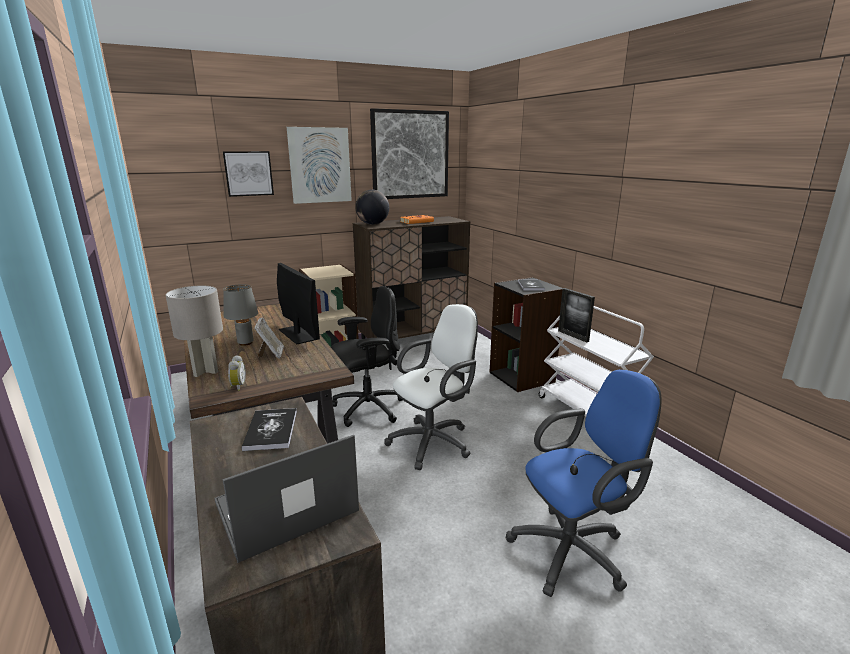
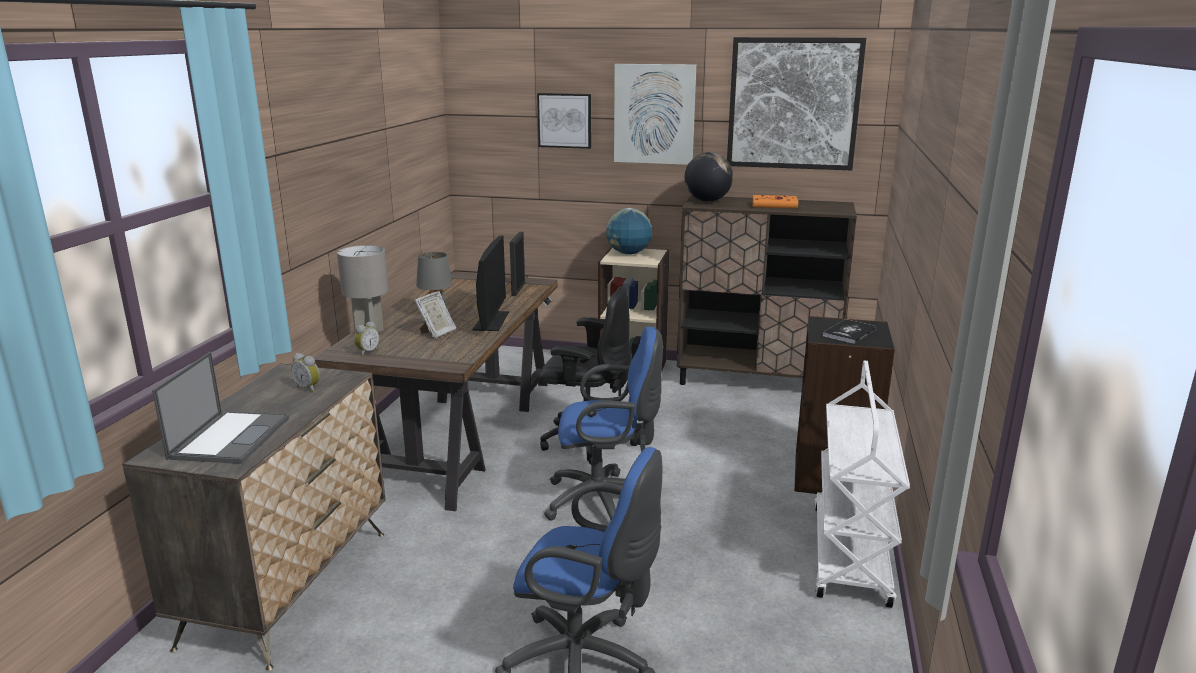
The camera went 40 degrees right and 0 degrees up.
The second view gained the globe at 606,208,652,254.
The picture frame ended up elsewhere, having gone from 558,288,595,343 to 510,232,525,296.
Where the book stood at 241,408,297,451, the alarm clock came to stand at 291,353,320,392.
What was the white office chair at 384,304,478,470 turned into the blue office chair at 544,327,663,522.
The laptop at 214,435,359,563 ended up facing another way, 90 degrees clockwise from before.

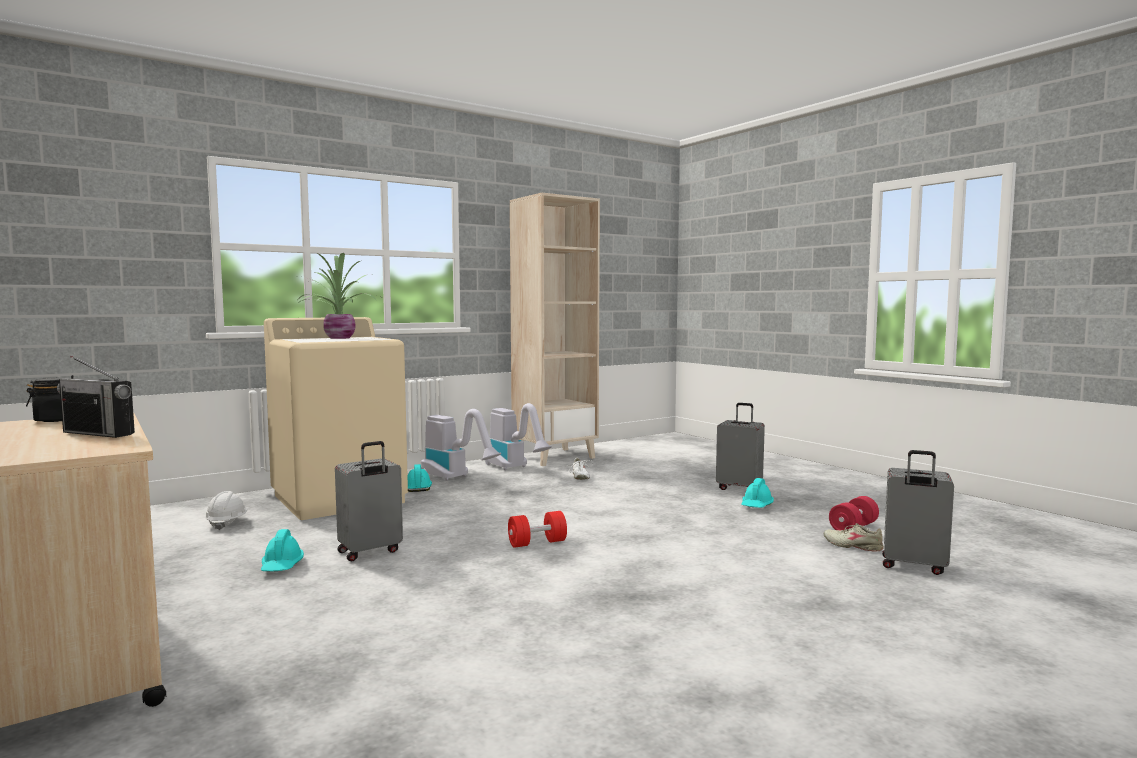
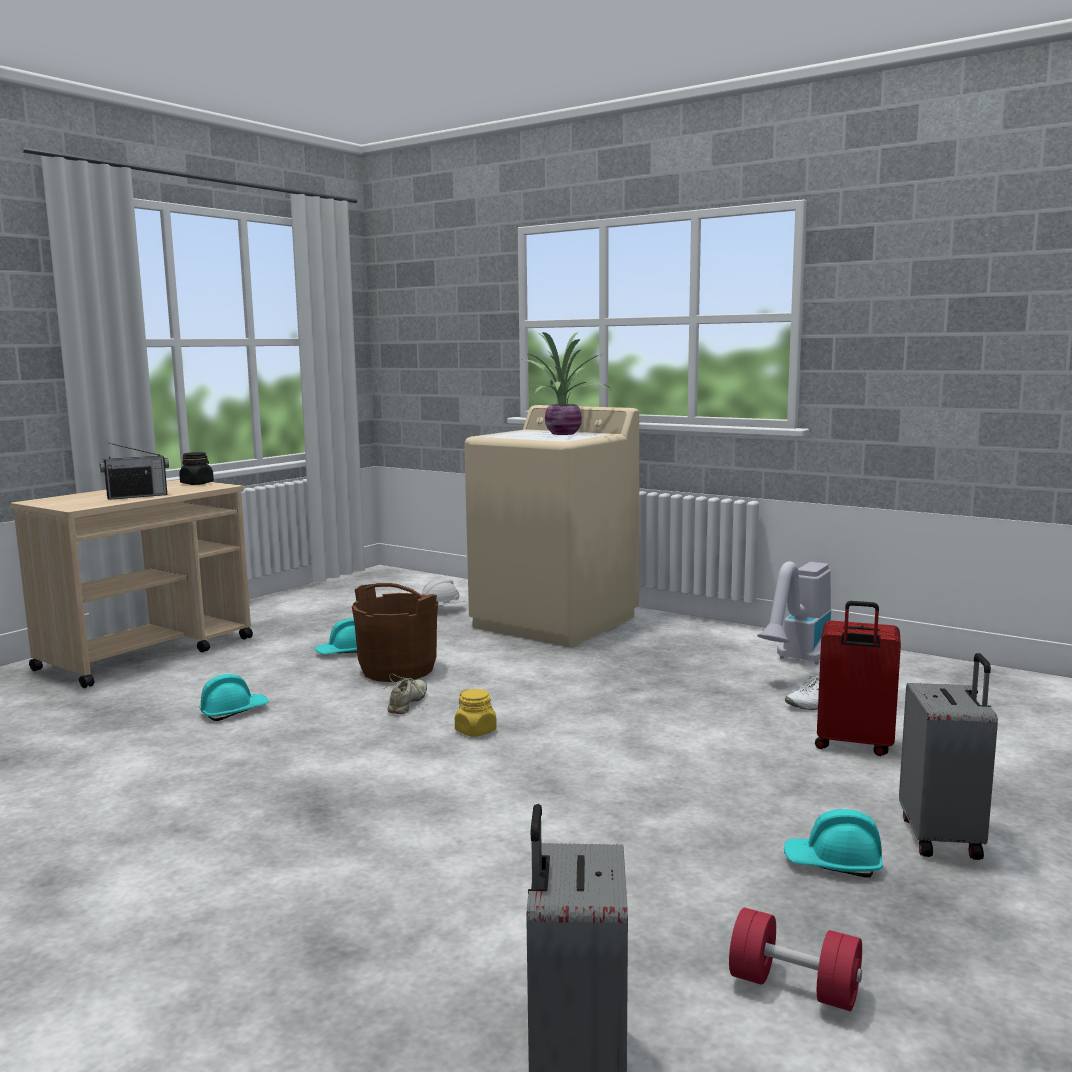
The camera went 70 degrees right and 5 degrees up.
The second view lost the vacuum cleaner at 421,409,501,481.
The second view lost the beige bookcase at 510,193,600,466.
The second view gained the red suitcase at 815,601,901,756.
The turquoise hard hat ended up elsewhere, having gone from 407,464,432,492 to 199,674,269,721.
The beige shoe ended up elsewhere, having gone from 824,523,884,551 to 383,673,427,714.
Where the grey suitcase stood at 335,441,403,561, the brown bucket came to stand at 352,583,438,682.
Where the red dumbbell stood at 508,511,567,548, the yellow jar came to stand at 455,689,497,737.
The radio at 57,356,135,438 ended up facing another way, 120 degrees counterclockwise from before.

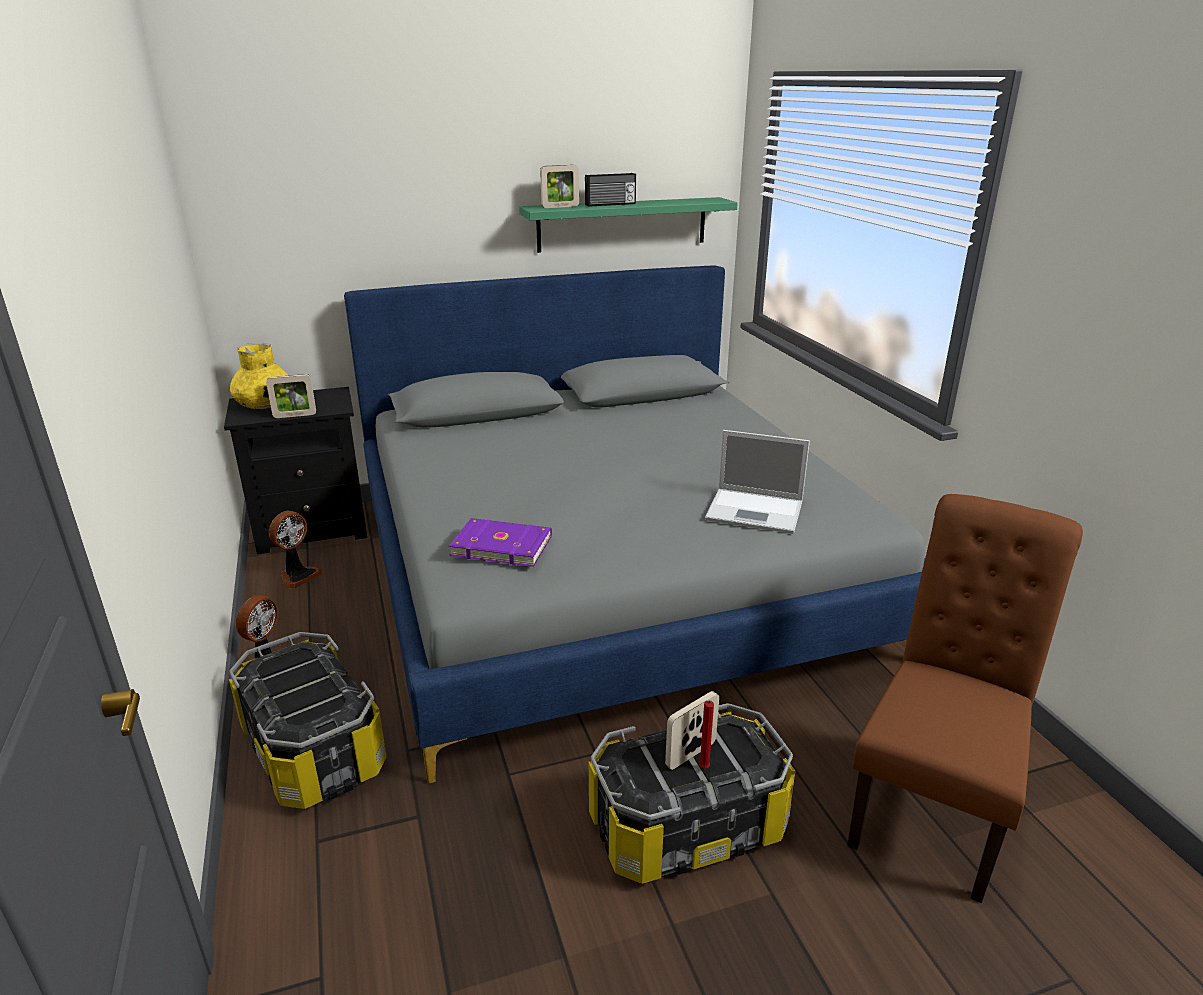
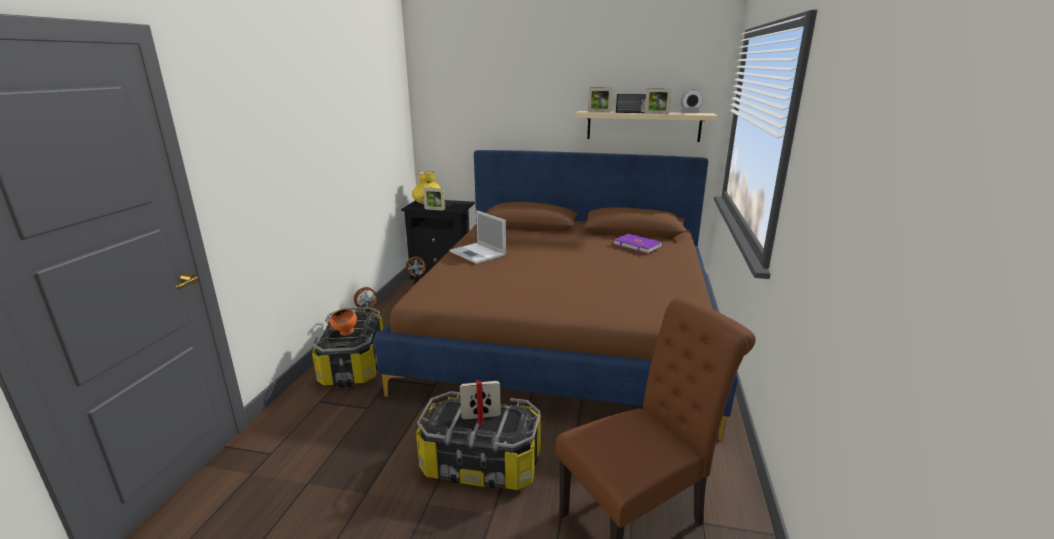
The camera went 30 degrees right and 5 degrees down.
The second view gained the orange bowl at 330,309,357,336.
The second view gained the picture frame at 645,88,671,114.
The second view gained the alarm clock at 681,89,703,113.
The purple book ended up elsewhere, having gone from 449,518,552,567 to 613,234,663,254.
The laptop ended up elsewhere, having gone from 705,430,810,534 to 449,210,506,264.
What was the grey bed at 344,266,925,784 turned into the brown bed at 374,150,738,441.
What was the green shelf at 519,197,738,253 turned into the beige shelf at 575,111,718,142.

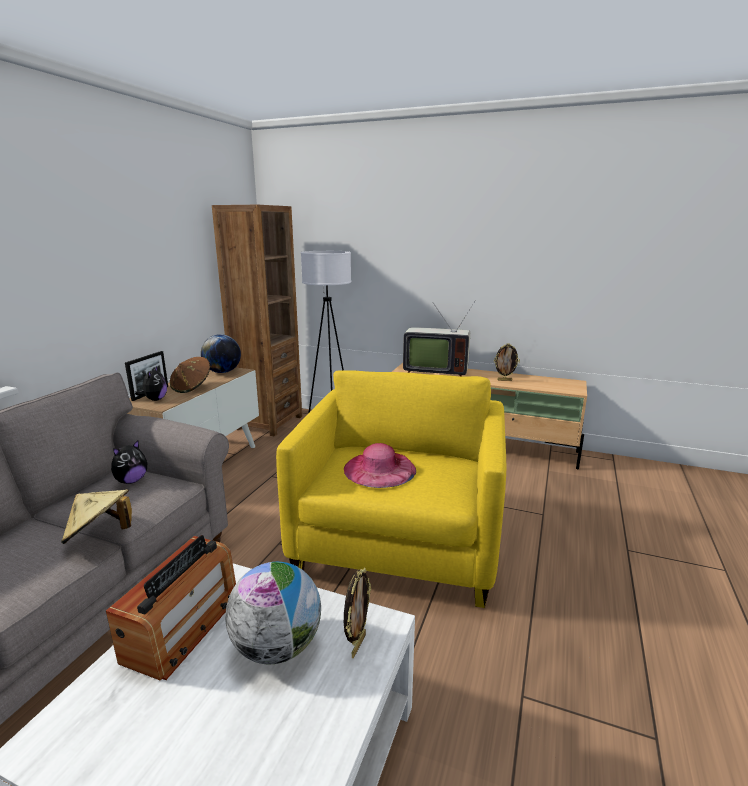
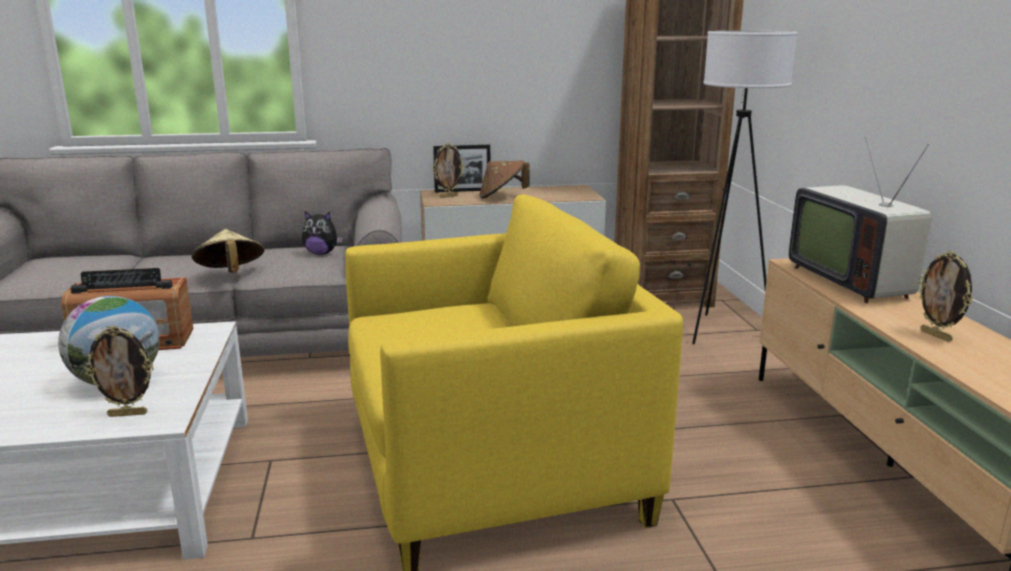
The camera went 60 degrees right and 0 degrees up.
The second view lost the globe at 201,334,241,373.
The second view lost the pink hat at 344,443,416,488.
Where the plush toy stood at 135,366,167,401, the picture frame came to stand at 432,143,465,198.

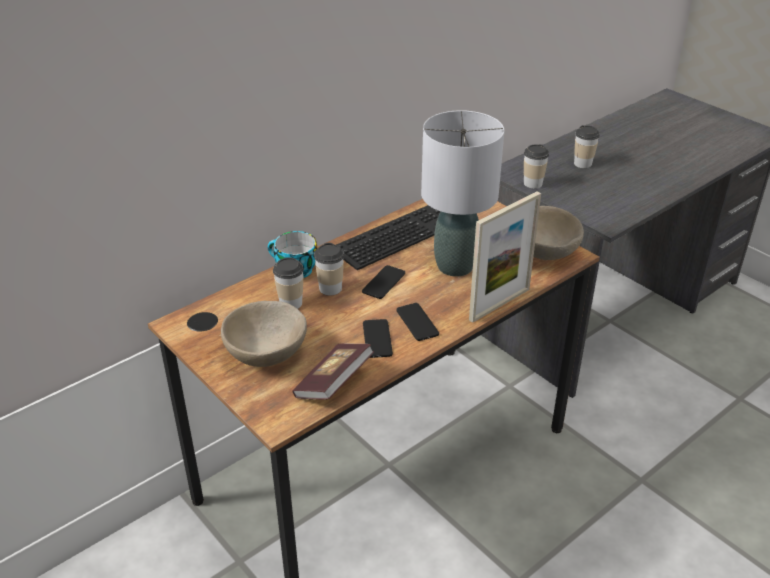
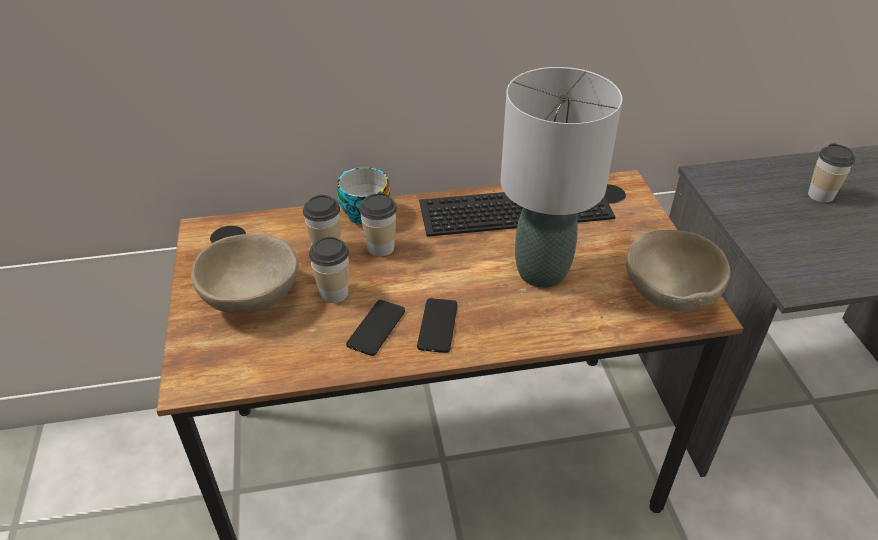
The camera went 30 degrees right and 5 degrees up.
The second view lost the book at 292,343,375,400.
The second view lost the phone at 362,265,405,299.
The second view lost the picture frame at 469,191,541,323.
The cup ended up elsewhere, having gone from 524,144,549,189 to 309,236,349,303.

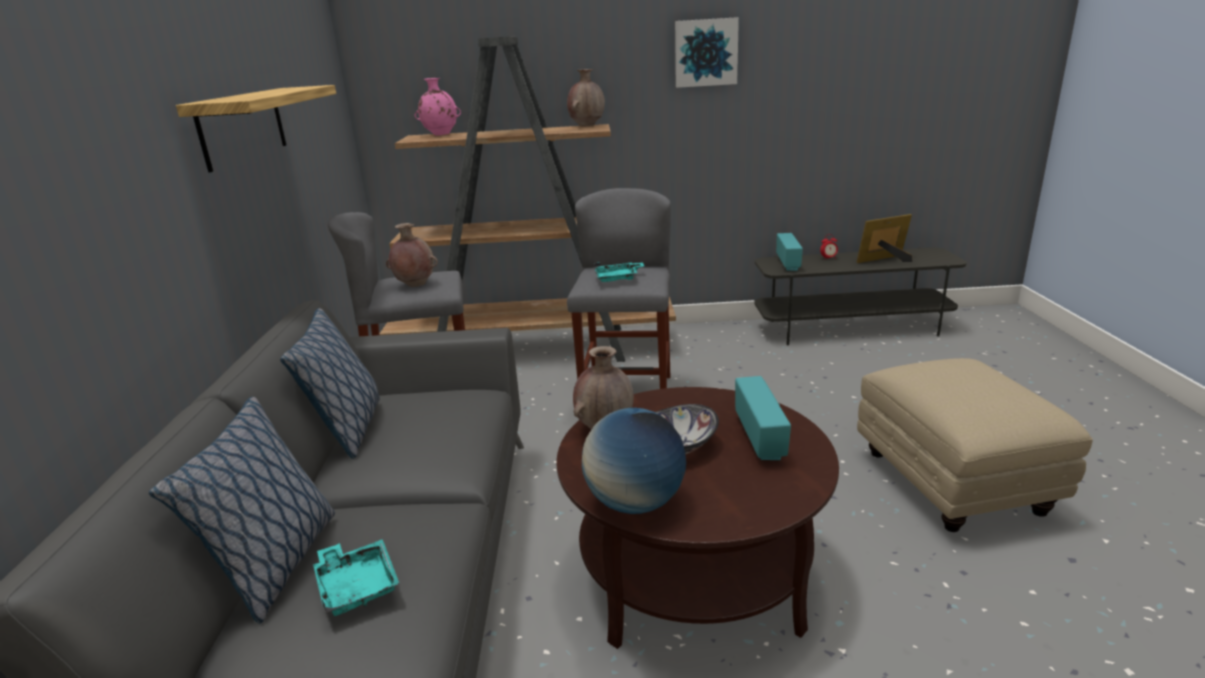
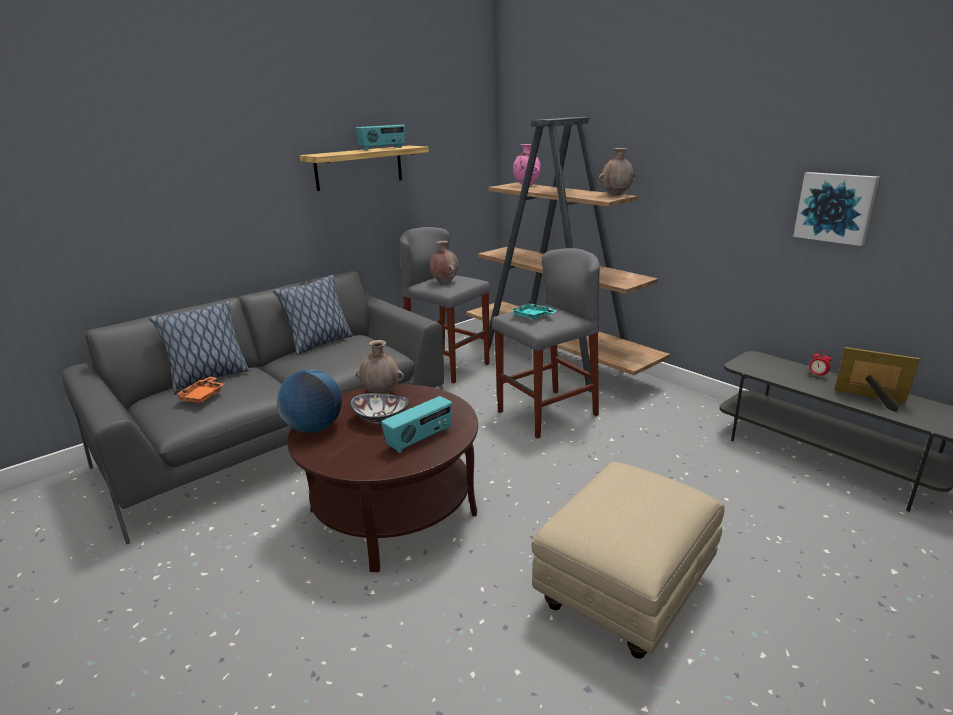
The camera went 50 degrees right and 0 degrees up.
The picture ended up elsewhere, having gone from 675,17,739,88 to 793,172,880,246.
The radio ended up elsewhere, having gone from 776,233,803,271 to 356,125,405,151.
What was the turquoise tray at 313,539,400,616 turned into the orange tray at 173,377,224,403.

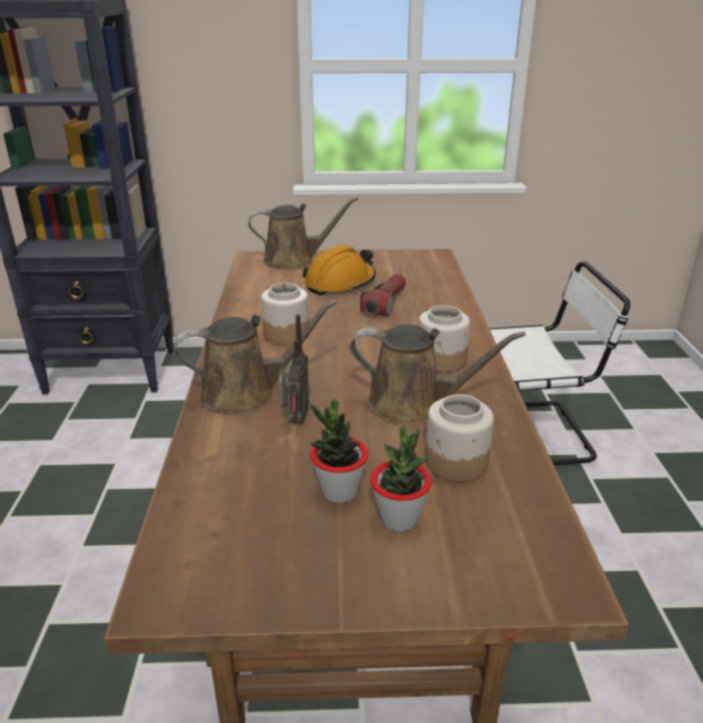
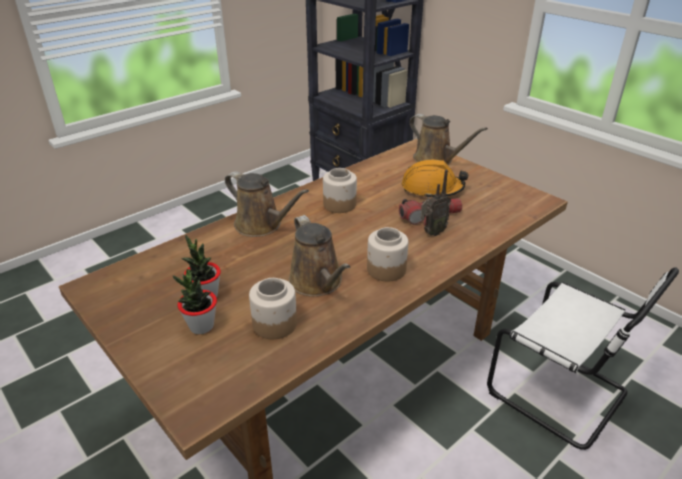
The camera went 50 degrees right and 5 degrees up.
The radio ended up elsewhere, having gone from 278,314,309,424 to 420,170,451,236.

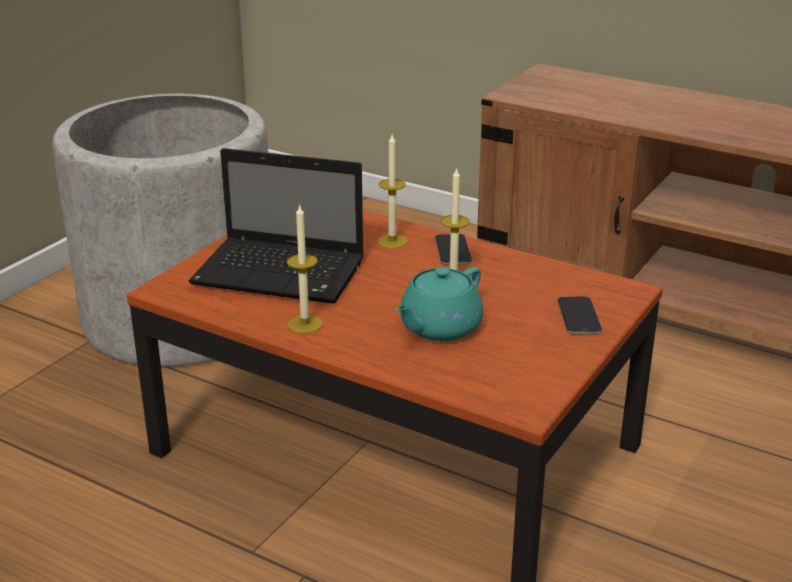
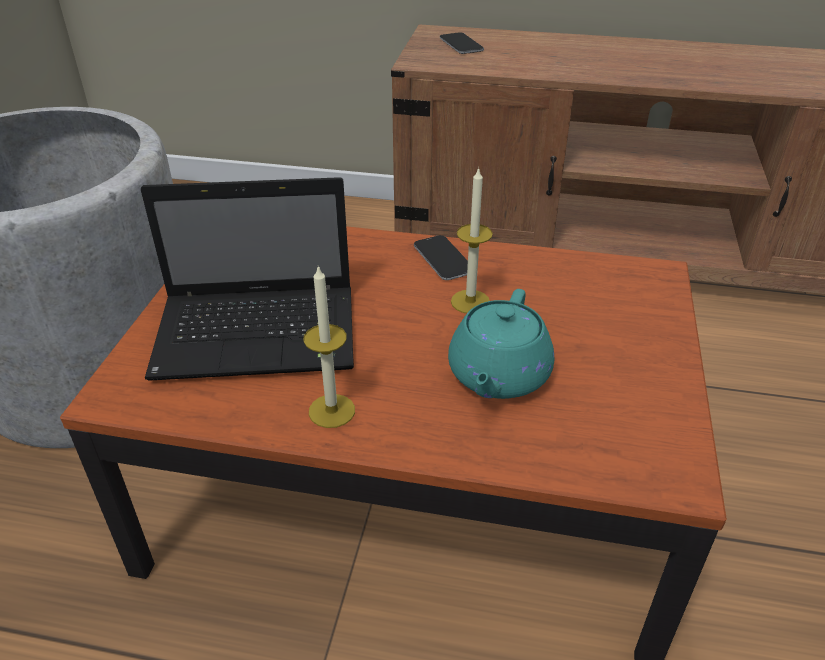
The camera went 20 degrees left and 10 degrees up.
The second view lost the candle at 377,135,408,249.
The phone ended up elsewhere, having gone from 557,297,602,334 to 440,32,484,54.

